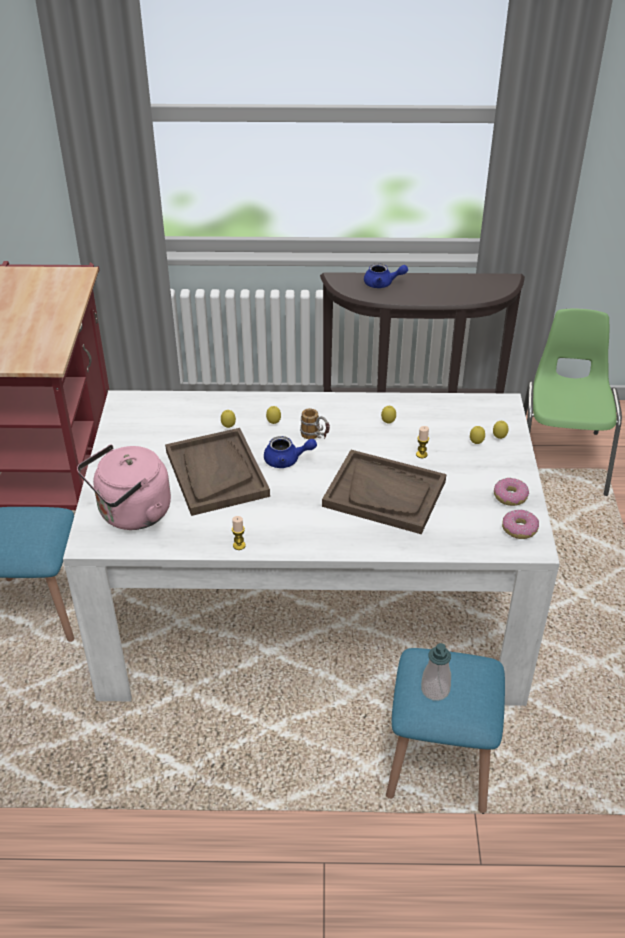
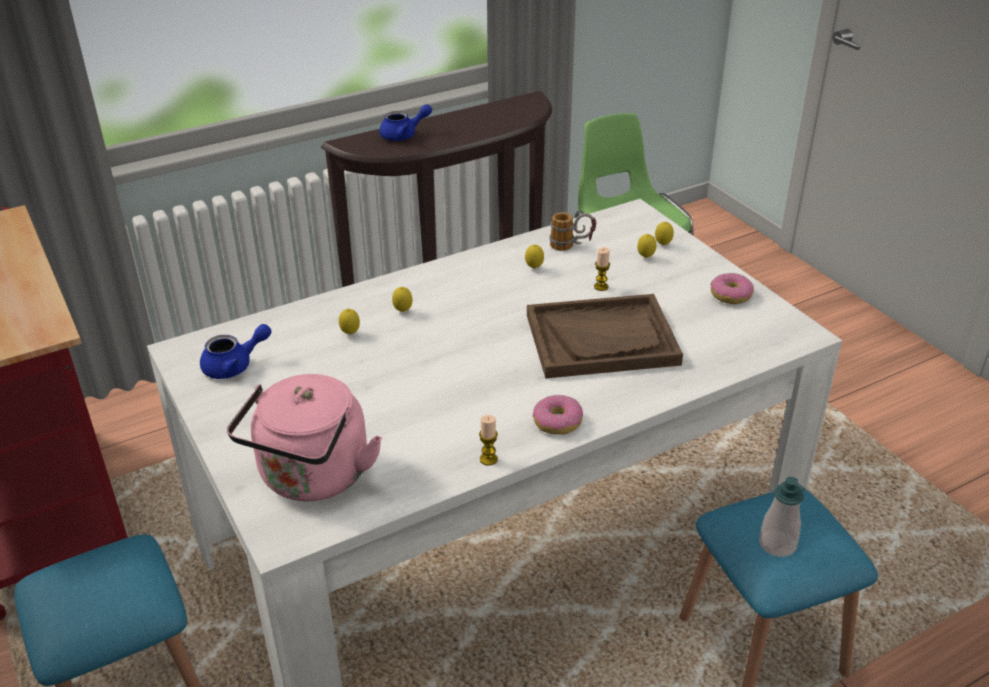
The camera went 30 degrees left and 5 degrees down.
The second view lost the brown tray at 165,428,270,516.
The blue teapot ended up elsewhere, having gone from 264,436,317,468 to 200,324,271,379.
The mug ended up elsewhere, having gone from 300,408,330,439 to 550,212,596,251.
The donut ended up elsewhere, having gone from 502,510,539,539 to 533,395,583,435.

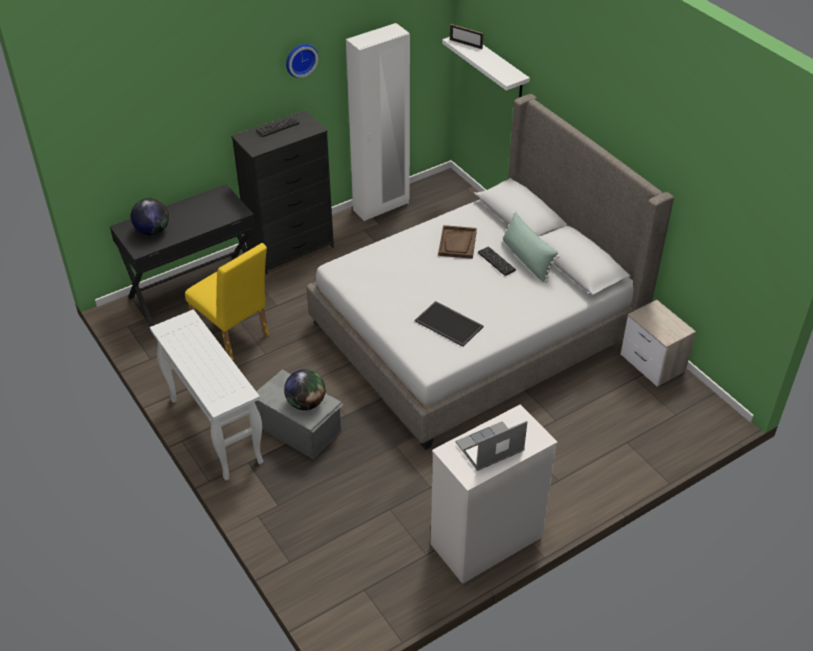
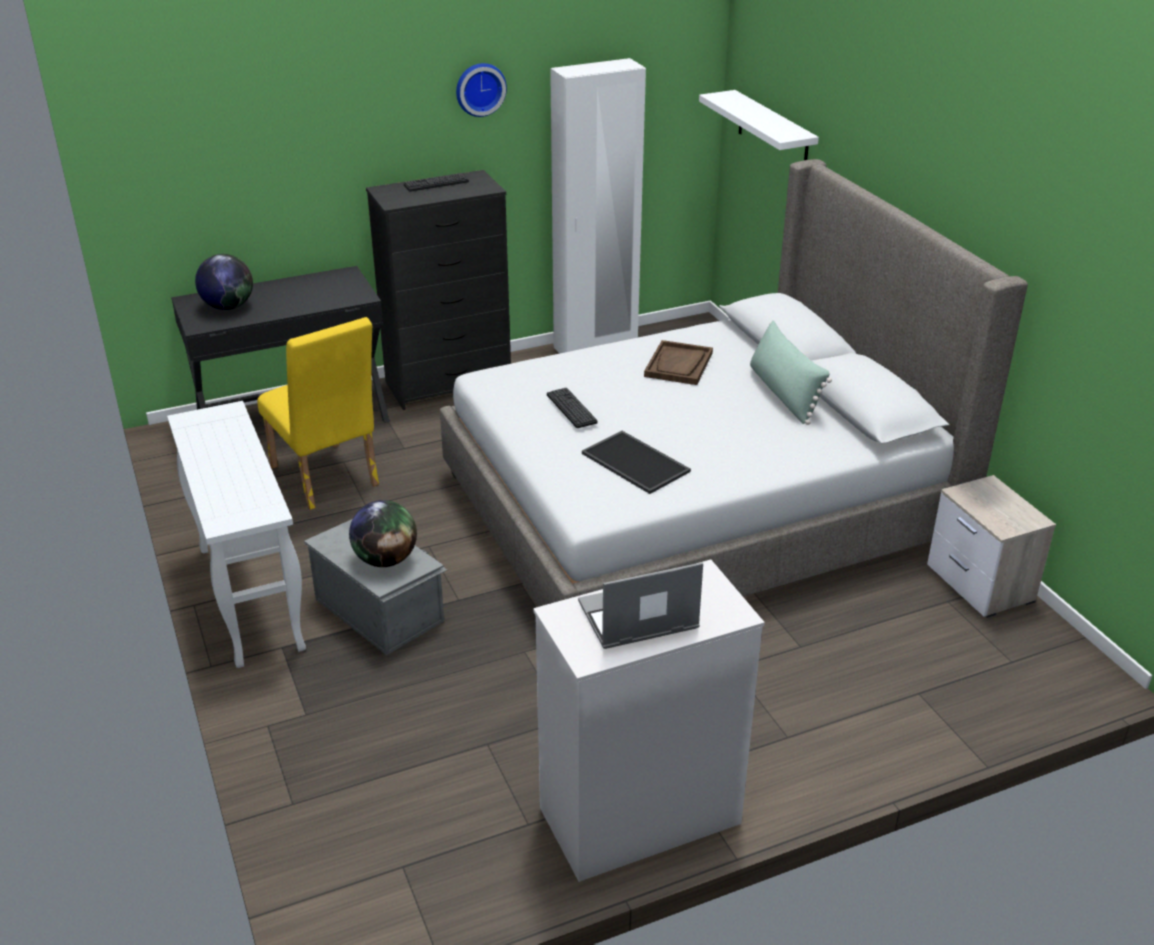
The camera went 10 degrees right and 10 degrees down.
The second view lost the picture frame at 450,24,483,49.
The keyboard ended up elsewhere, having gone from 478,246,516,276 to 547,388,598,428.

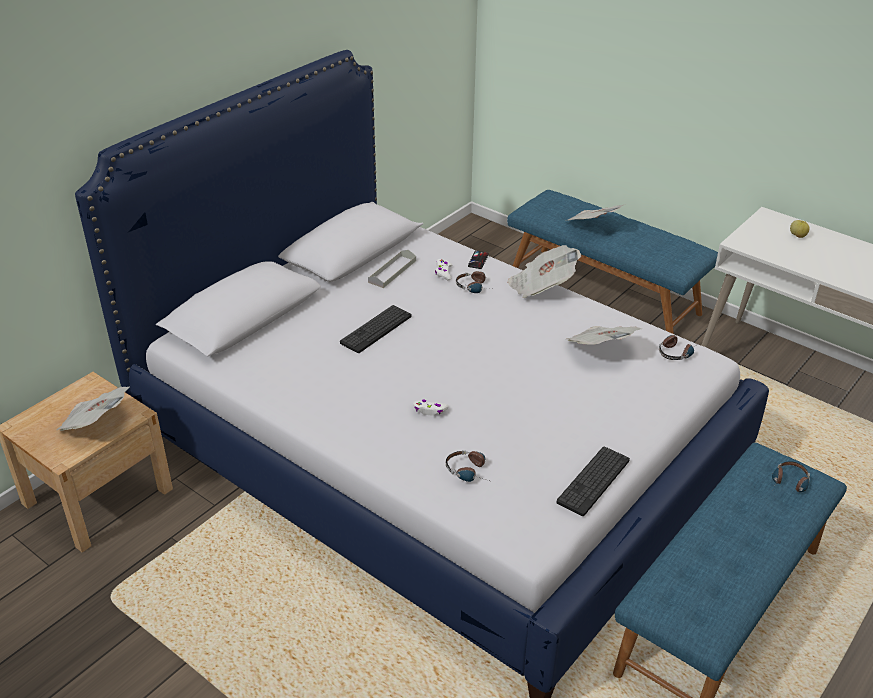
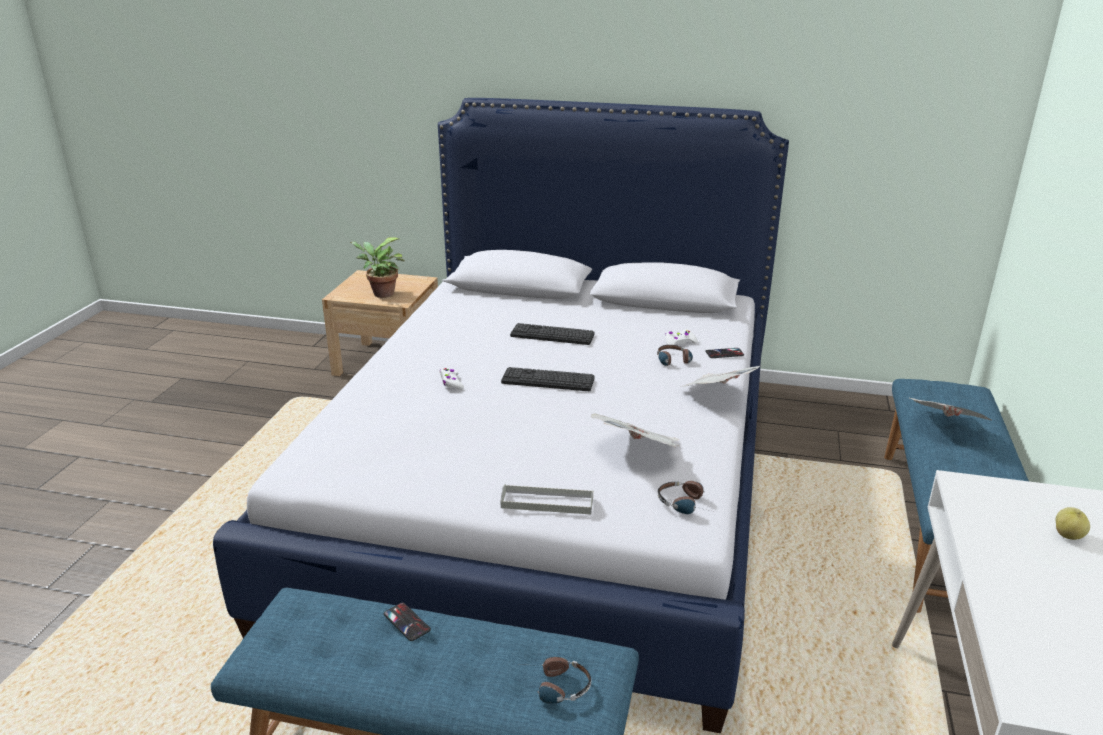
The camera went 65 degrees right and 10 degrees down.
The second view lost the headphones at 446,450,492,482.
The second view gained the phone at 383,603,431,641.
The grey tray ended up elsewhere, having gone from 368,250,416,288 to 500,484,593,514.
The keyboard ended up elsewhere, having gone from 556,446,630,516 to 501,367,594,391.
Where the newspaper stood at 57,386,130,431, the potted plant came to stand at 350,237,405,298.

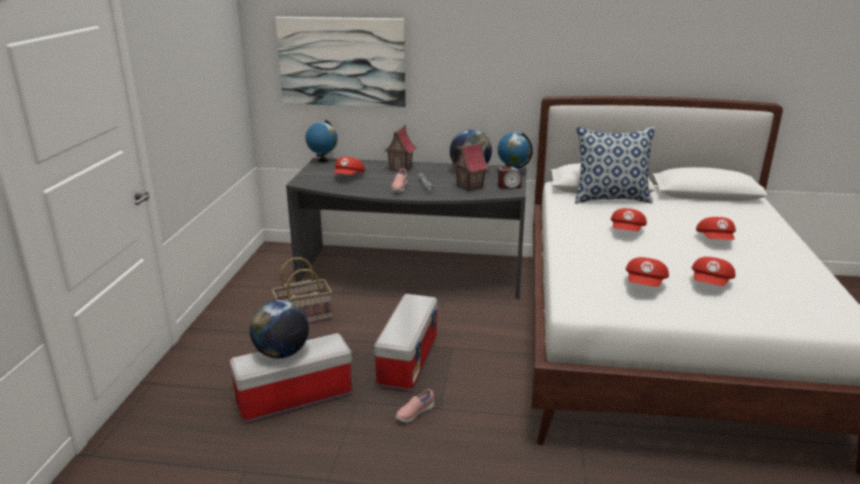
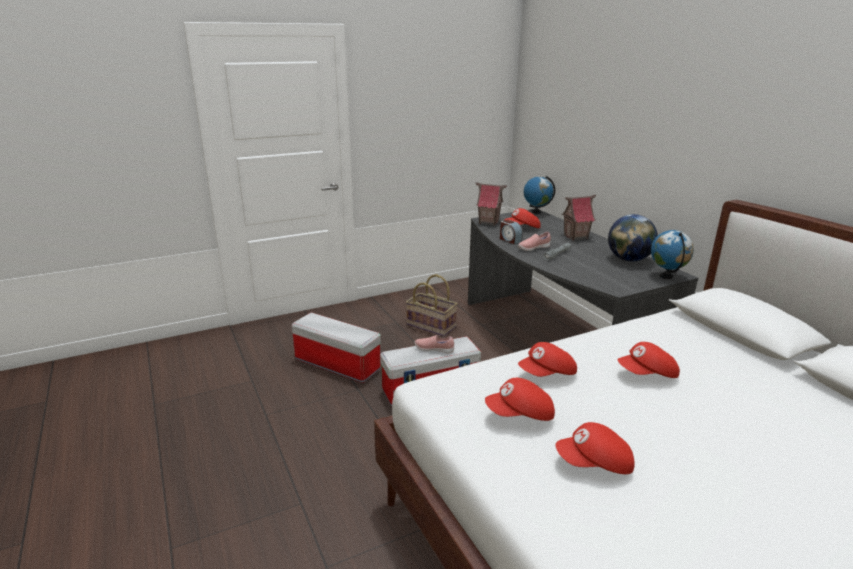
The camera went 55 degrees right and 0 degrees up.
The second view lost the globe at 250,300,309,358.
The second view lost the picture at 275,17,406,107.
The second view lost the pillow at 575,126,655,204.
The pink shoe ended up elsewhere, having gone from 395,389,434,423 to 414,335,454,353.
The toy house ended up elsewhere, having gone from 452,141,489,192 to 475,182,507,226.
The alarm clock ended up elsewhere, having gone from 498,166,522,189 to 500,219,523,244.
The red cap ended up elsewhere, having gone from 696,217,736,240 to 518,342,577,377.

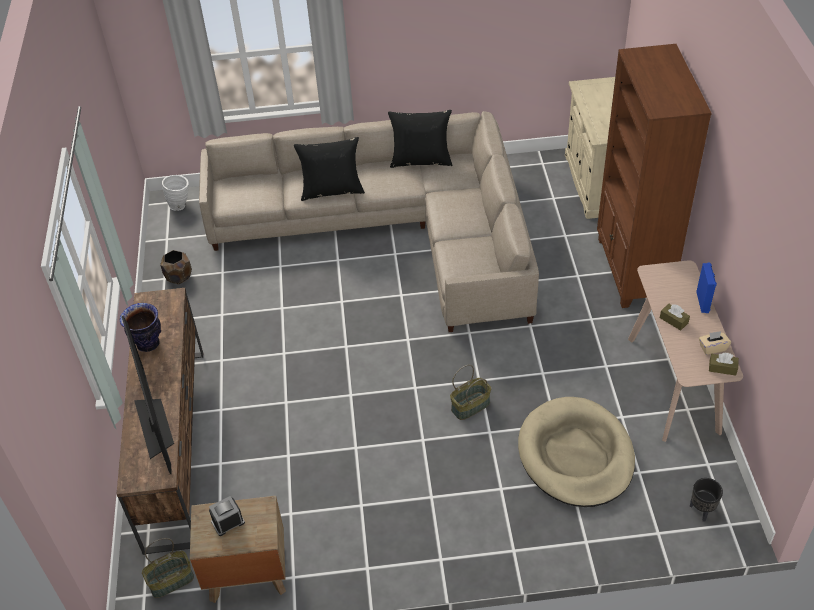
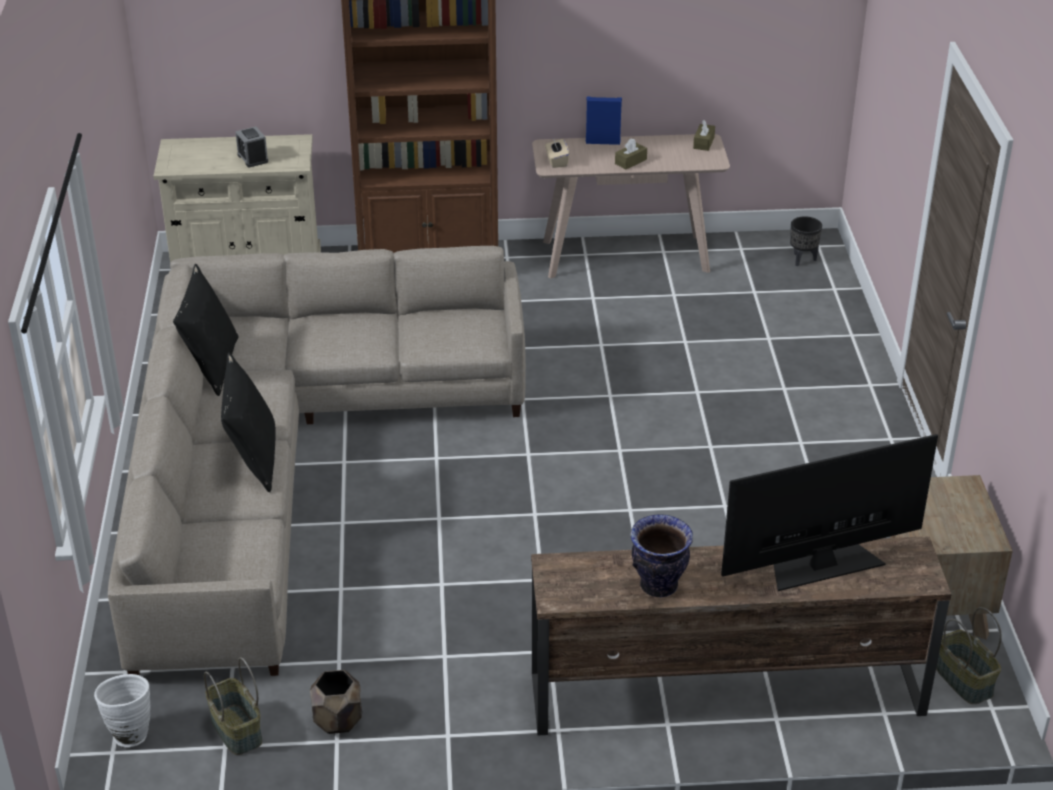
The camera went 90 degrees left and 10 degrees down.
The second view lost the beige dog bed at 518,397,635,507.
The alarm clock ended up elsewhere, having gone from 209,496,245,536 to 235,126,268,167.
The basket ended up elsewhere, having gone from 450,365,491,420 to 204,657,262,755.
The beige tissue box ended up elsewhere, having gone from 699,331,731,355 to 545,138,569,168.

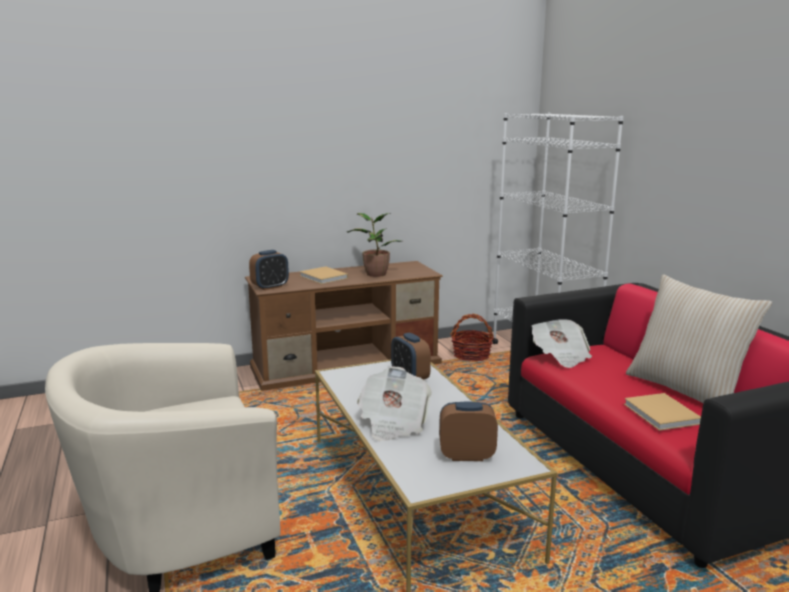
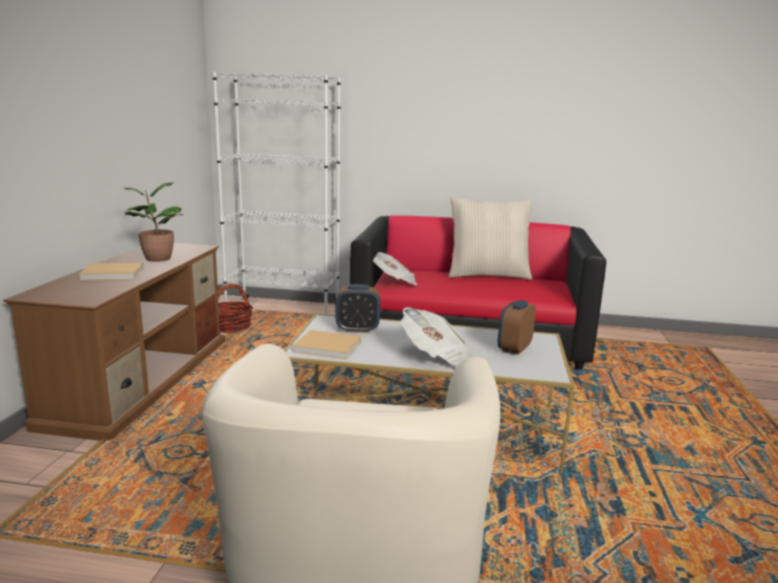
The camera went 60 degrees left and 0 degrees up.
The second view lost the alarm clock at 249,250,289,290.
The beige book ended up elsewhere, having gone from 624,393,701,431 to 292,330,361,359.

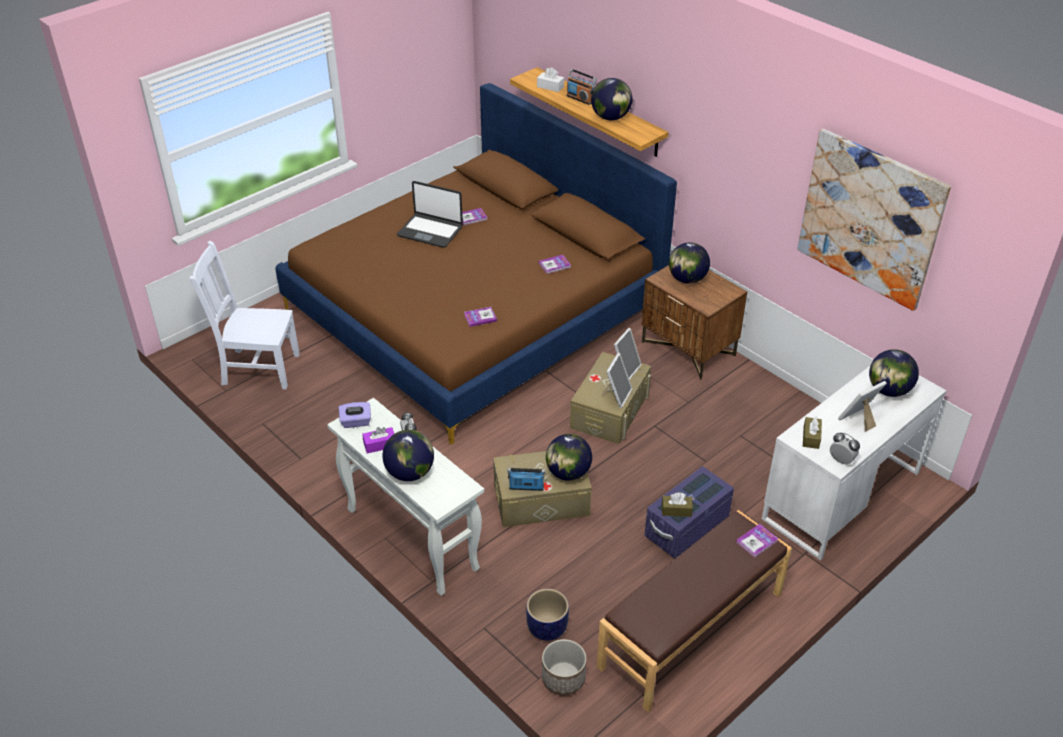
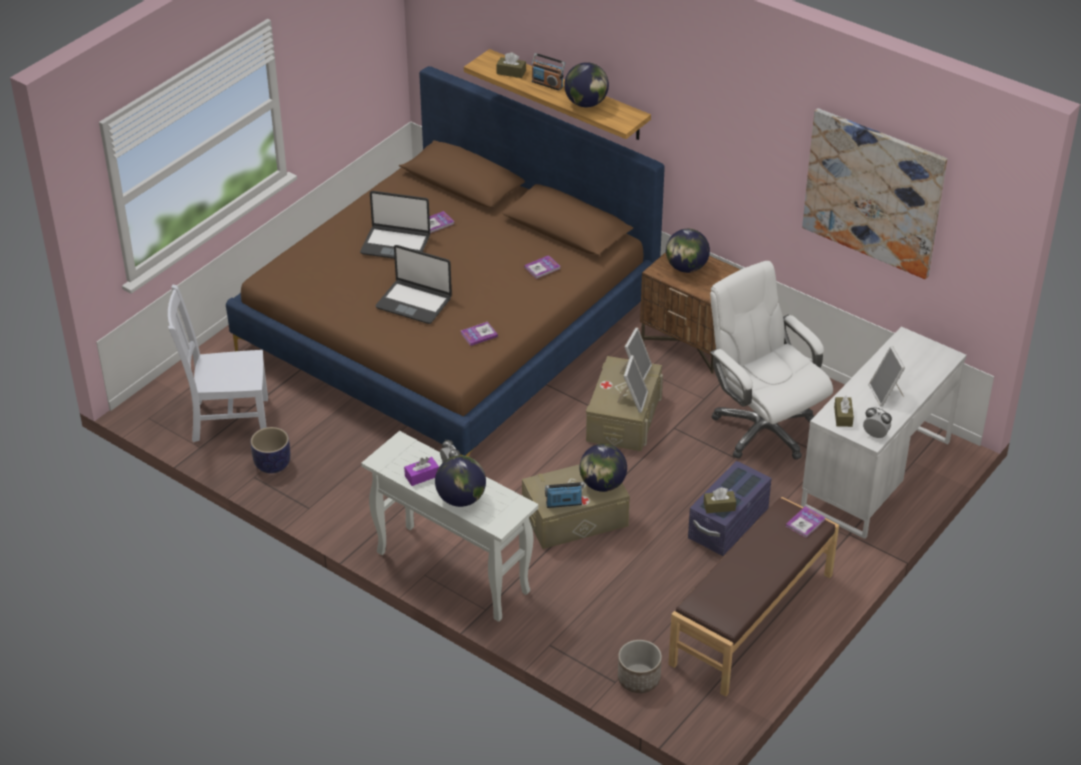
The camera went 10 degrees left and 0 degrees up.
The second view lost the purple tissue box at 339,402,371,428.
The second view lost the globe at 869,349,919,397.
The second view gained the laptop at 375,245,452,324.
The second view gained the white office chair at 710,261,833,460.
The planter ended up elsewhere, having gone from 526,589,569,641 to 250,427,290,473.
What was the white tissue box at 537,67,564,92 turned into the brown tissue box at 496,52,526,78.
The picture frame at 838,381,887,432 ended up facing another way, 60 degrees counterclockwise from before.

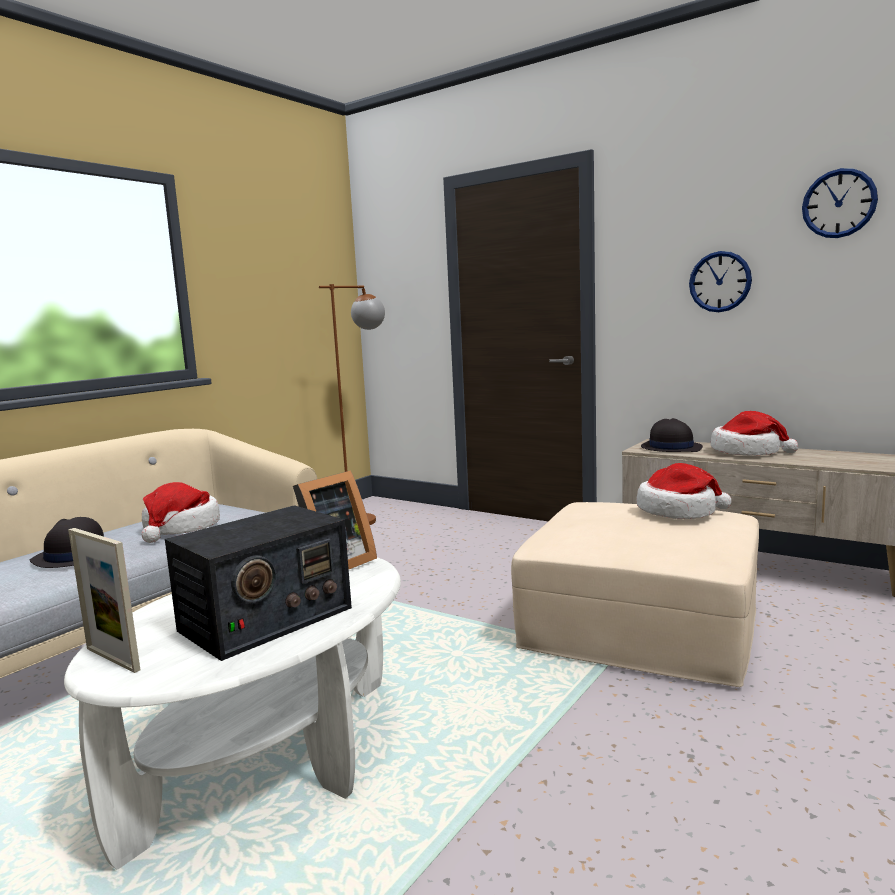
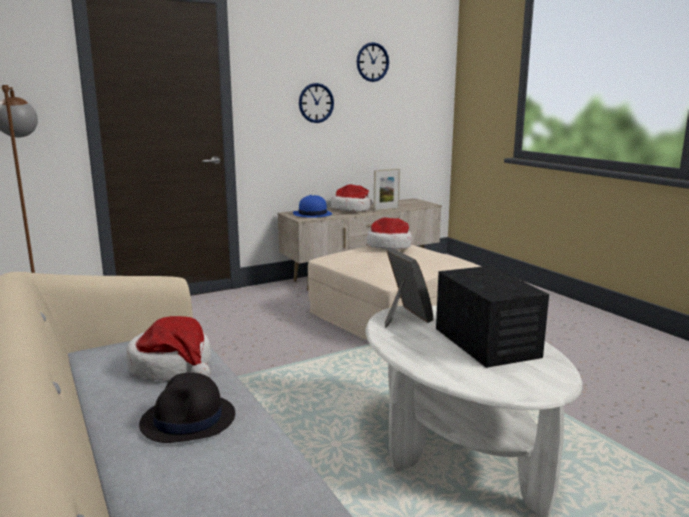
The camera went 65 degrees left and 5 degrees up.
The picture frame ended up elsewhere, having gone from 68,528,140,673 to 374,169,400,211.
What was the black hat at 641,418,703,452 turned into the blue hat at 293,195,332,218.

